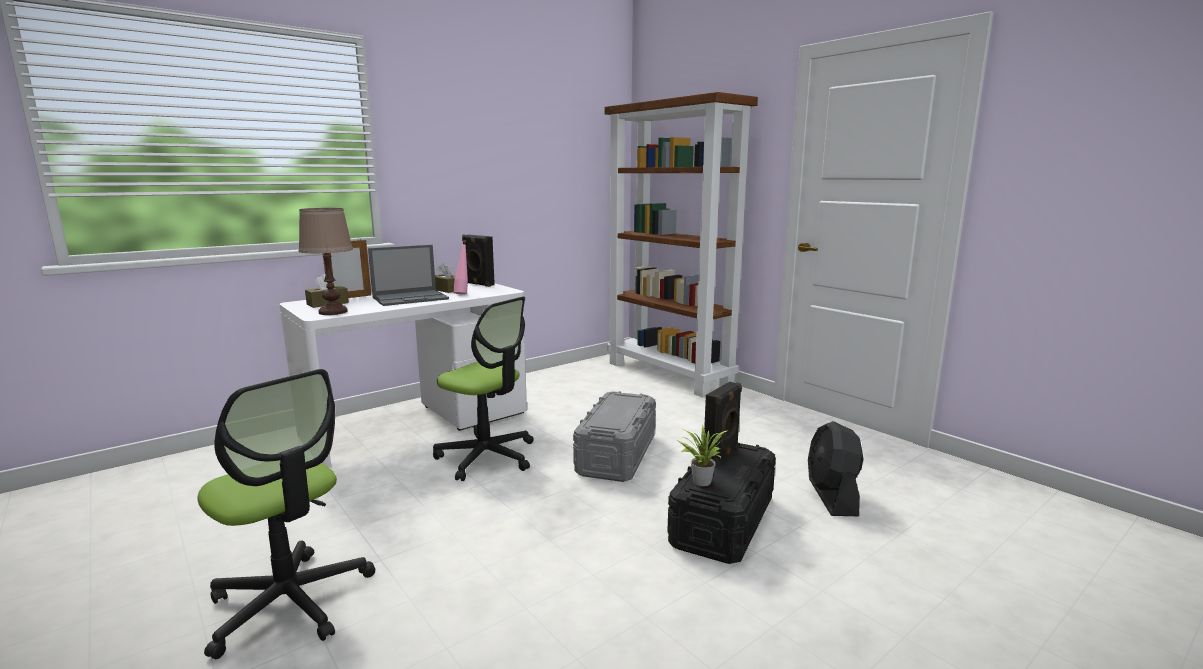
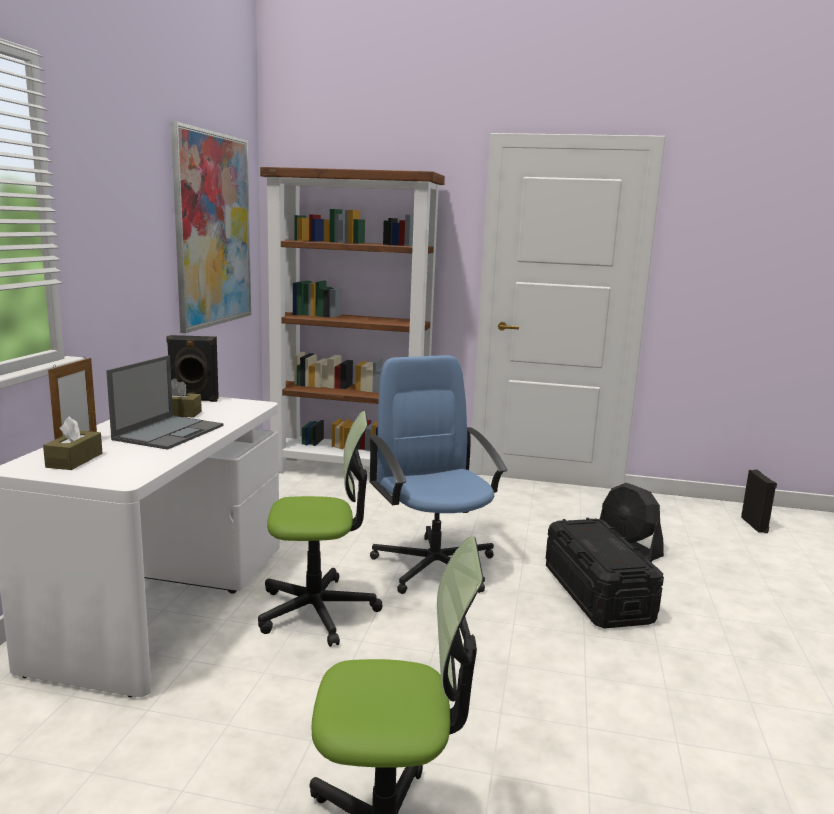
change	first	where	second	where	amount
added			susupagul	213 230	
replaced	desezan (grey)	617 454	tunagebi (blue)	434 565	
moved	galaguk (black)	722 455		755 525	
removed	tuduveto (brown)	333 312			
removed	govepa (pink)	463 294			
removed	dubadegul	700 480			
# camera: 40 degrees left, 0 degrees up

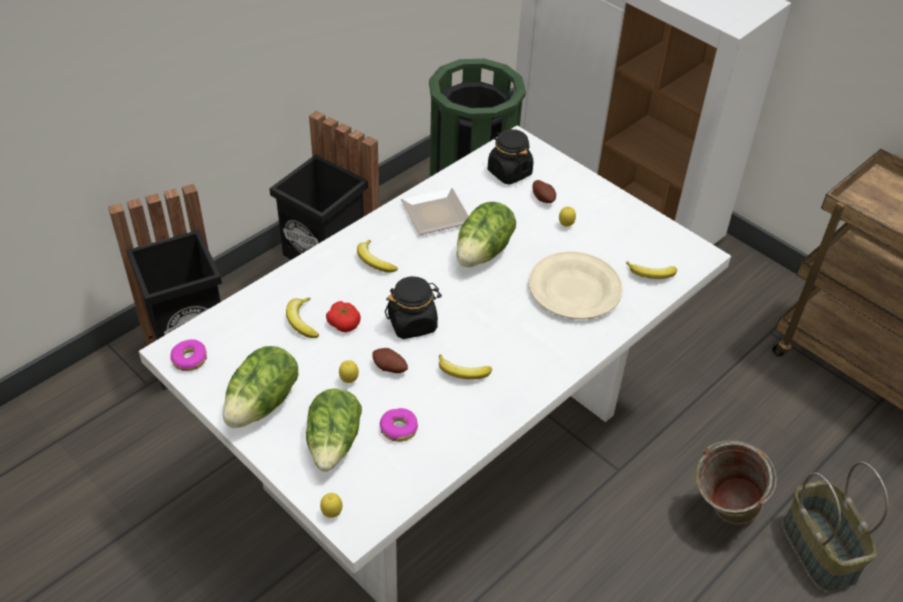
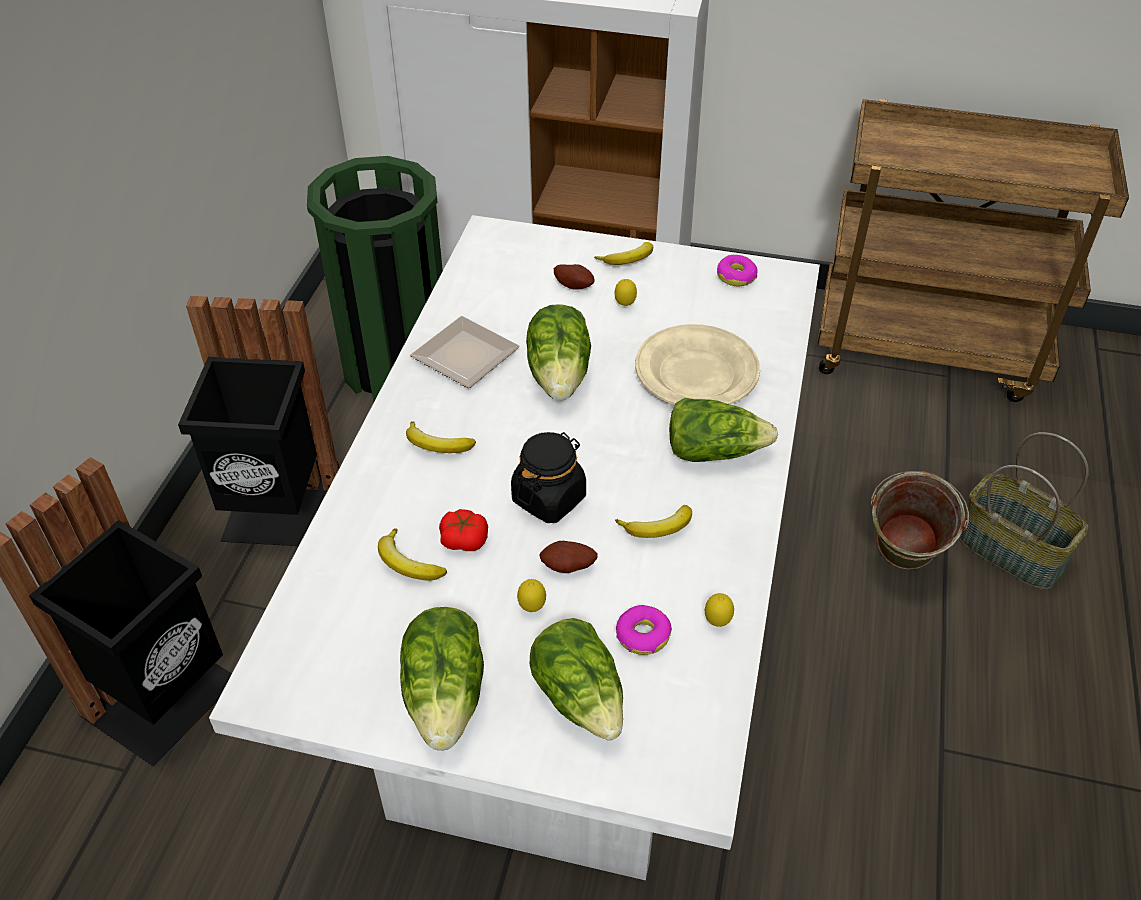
change	first	where	second	where	amount
moved	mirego	651 275		628 260	
added			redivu	713 451	
moved	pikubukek	332 514		717 622	
moved	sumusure	189 359		736 276	
removed	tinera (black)	509 172			
# camera: 30 degrees left, 0 degrees up

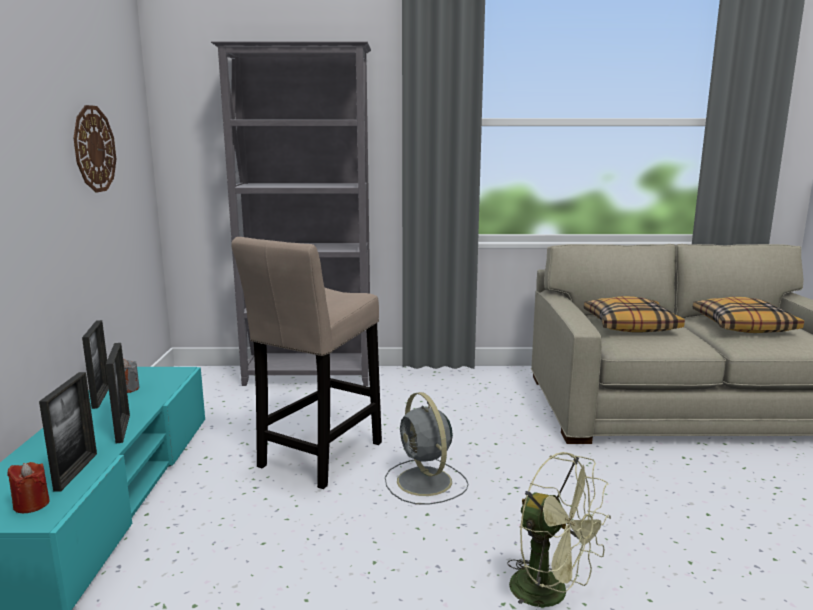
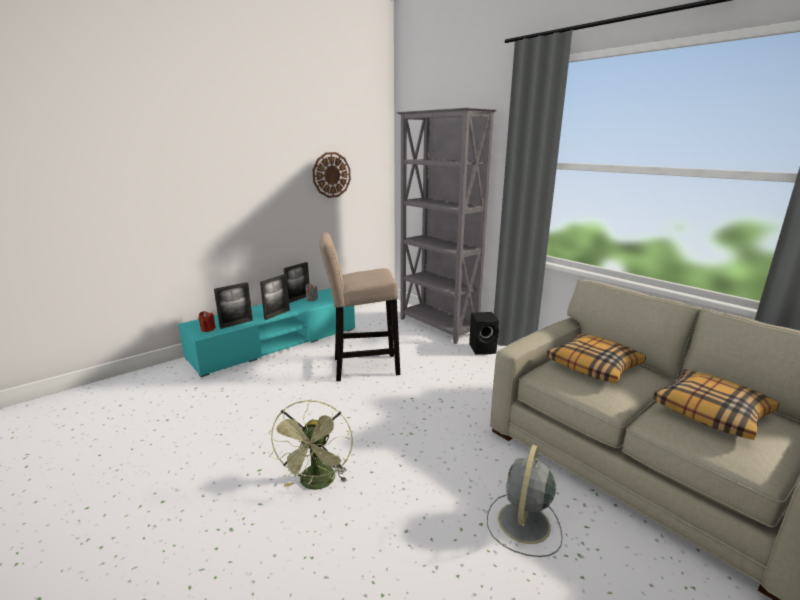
change	first	where	second	where	amount
added			galaguk (black)	483 349	
moved	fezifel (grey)	425 483		523 524	
# camera: 50 degrees right, 5 degrees up

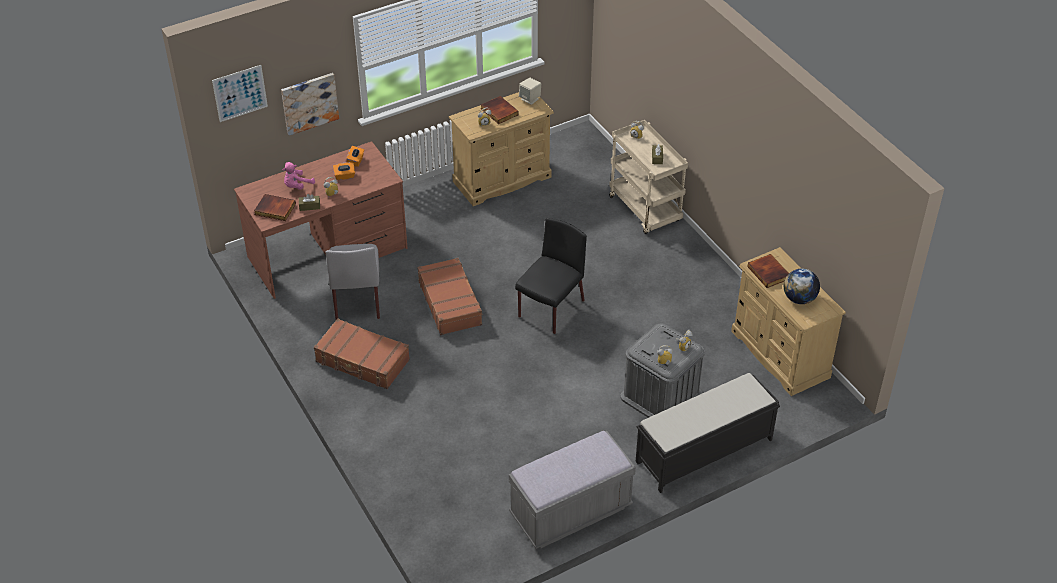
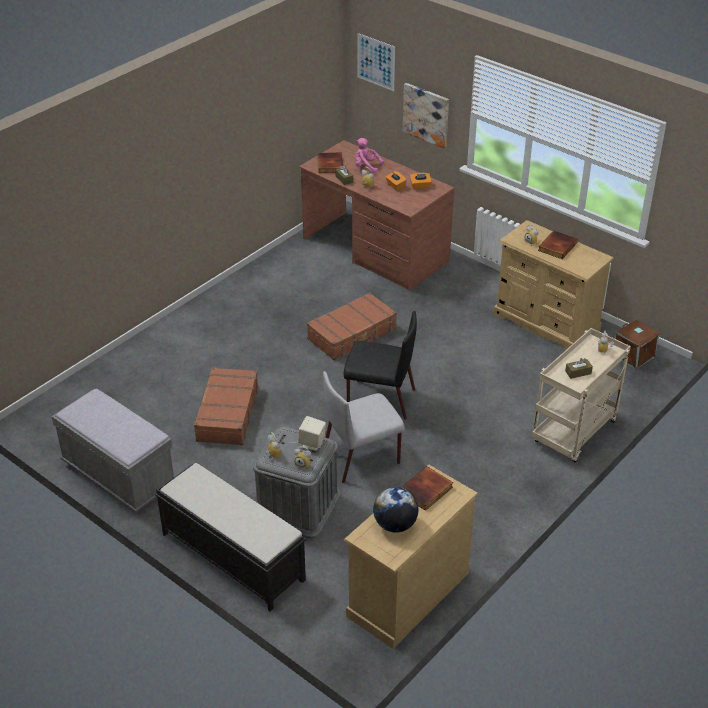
change	first	where	second	where	amount
moved	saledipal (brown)	362 361		227 414	
moved	galaguk (beige)	530 99		312 443	
moved	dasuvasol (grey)	357 299		362 457	
added			desezan (brown)	634 355	
# camera: 70 degrees right, 5 degrees down

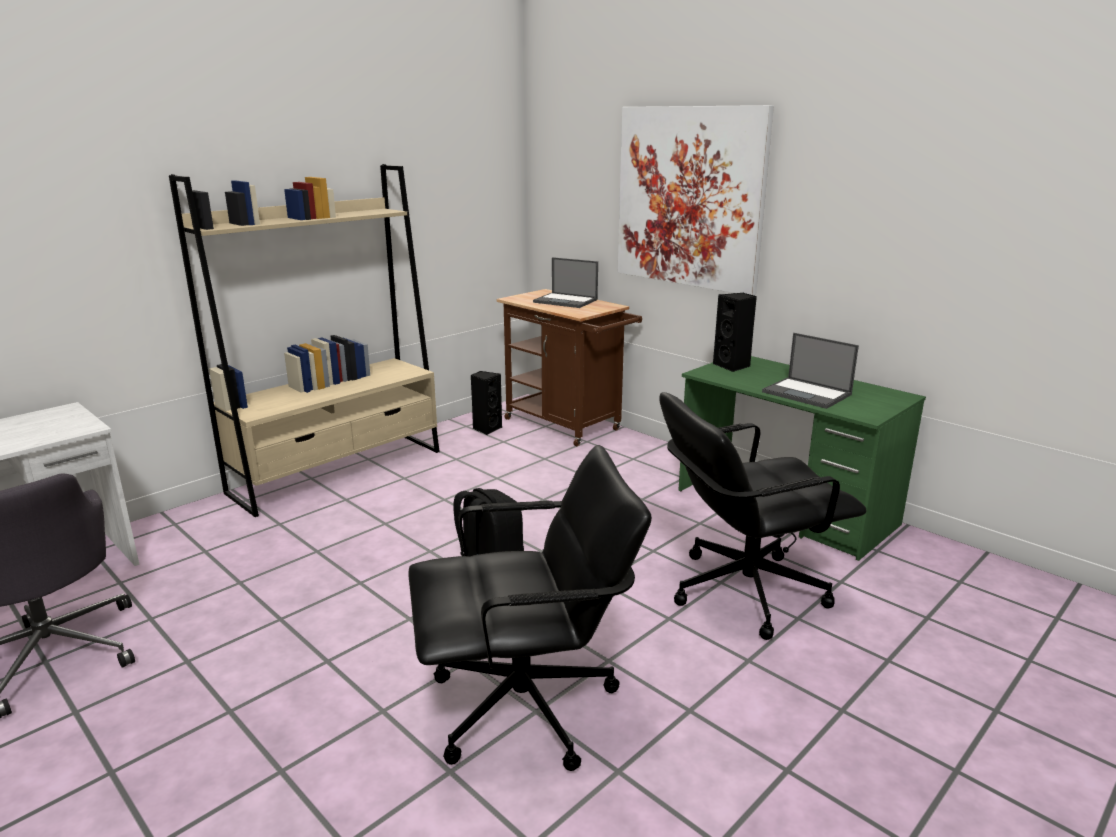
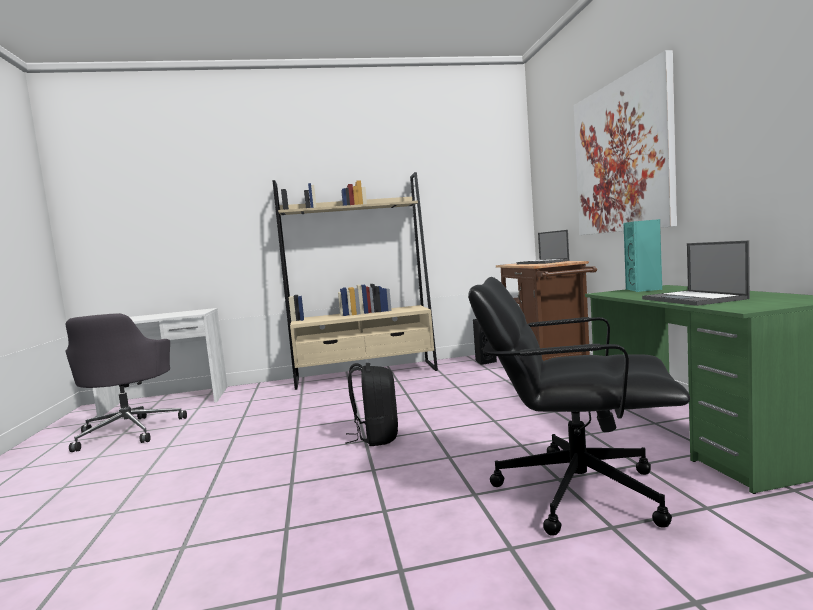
change	first	where	second	where	amount
recoloured	galaguk (black)	733 366	galaguk (turquoise)	644 289	
removed	tunagebi (black)	526 708			
# camera: 35 degrees right, 15 degrees down

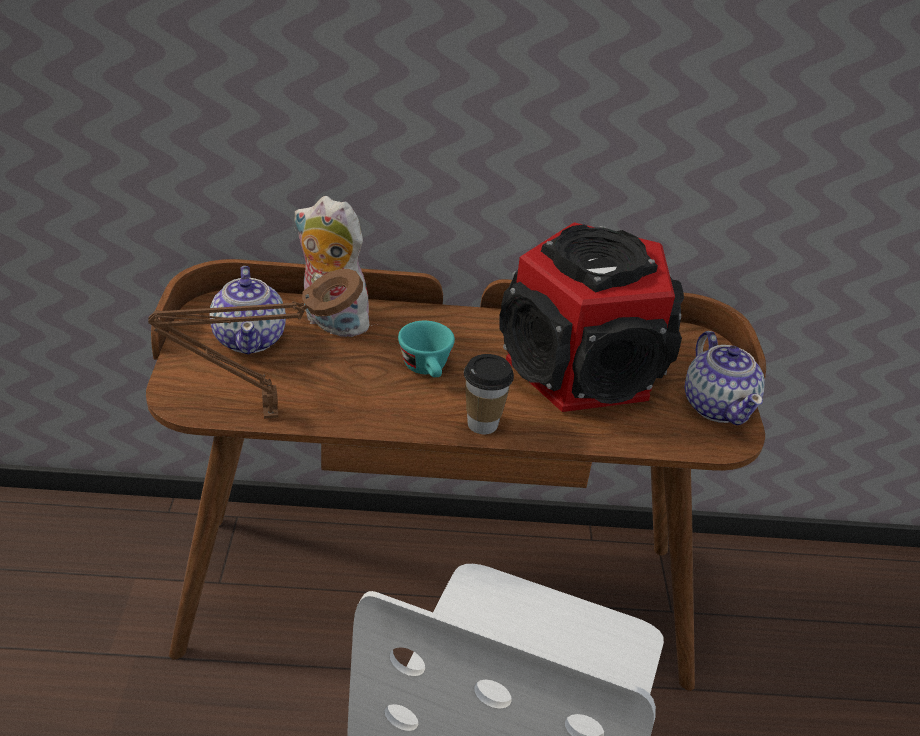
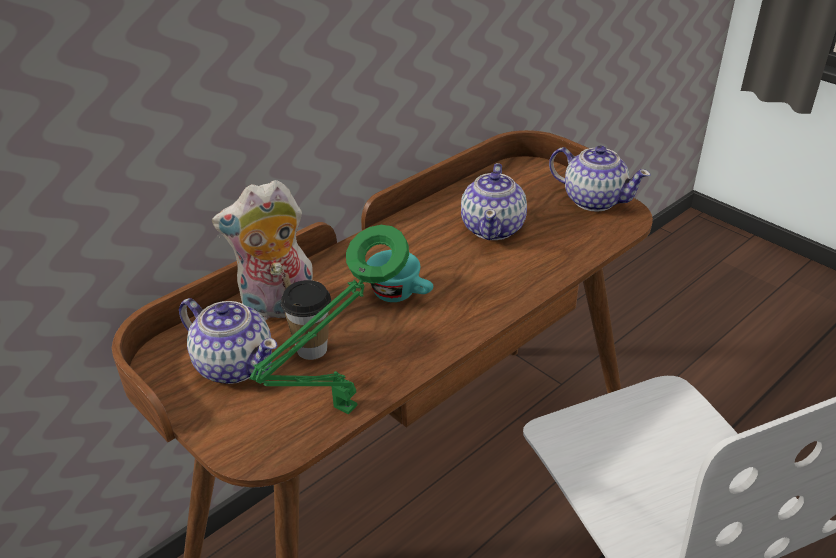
change	first	where	second	where	amount
recoloured	tuduveto (brown)	263 415	tuduveto (green)	341 412	
moved	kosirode	482 424		312 349	
replaced	galaguk	583 370	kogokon	493 228	
# camera: 40 degrees left, 0 degrees up

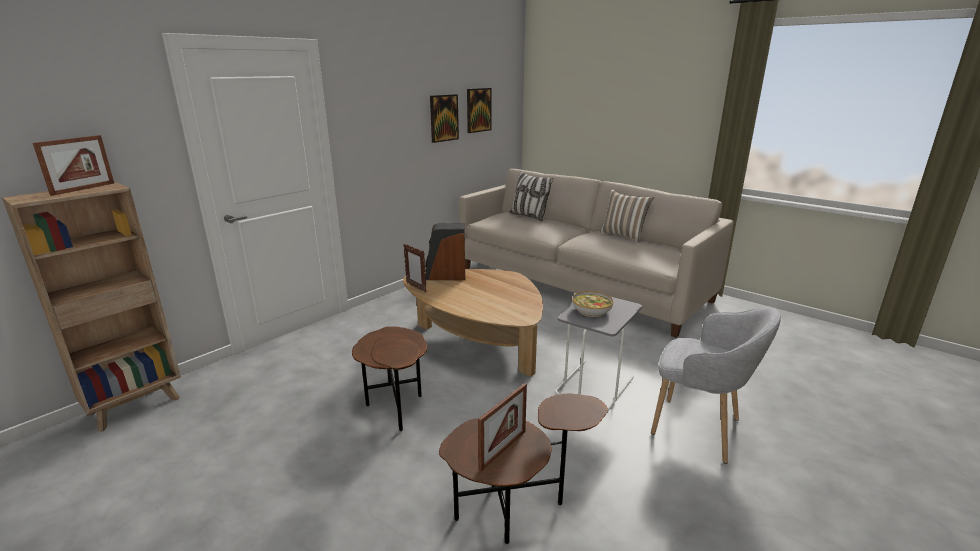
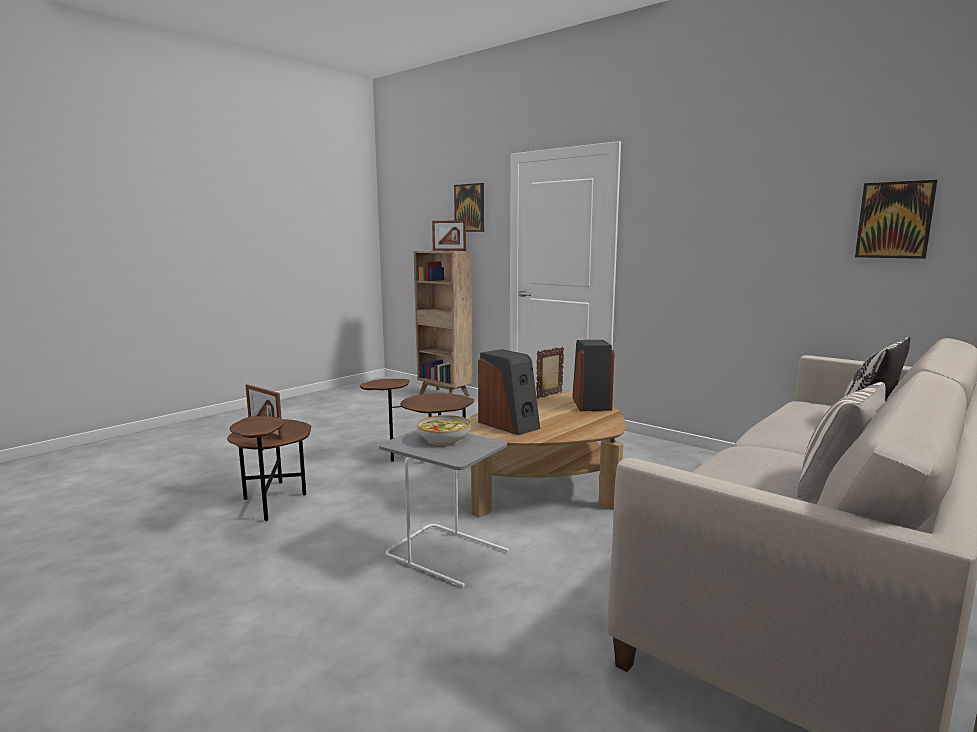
change	first	where	second	where	amount
moved	susupagul	443 118		469 208	
added			galaguk	509 425	
removed	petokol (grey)	699 429			
# camera: 90 degrees right, 10 degrees down

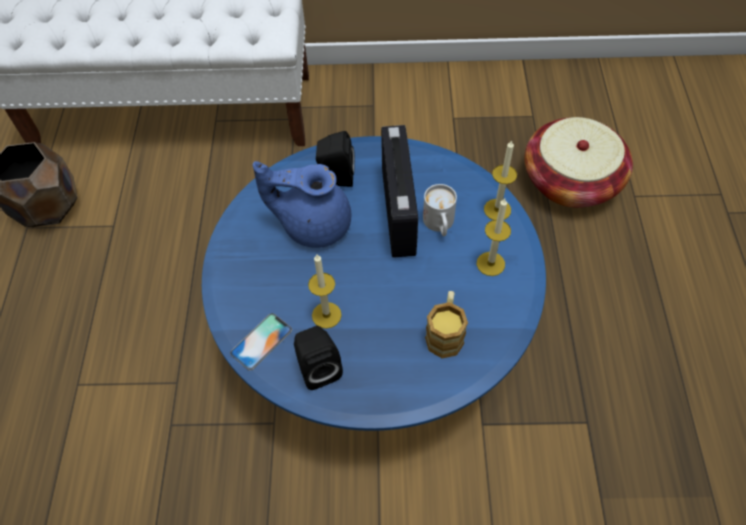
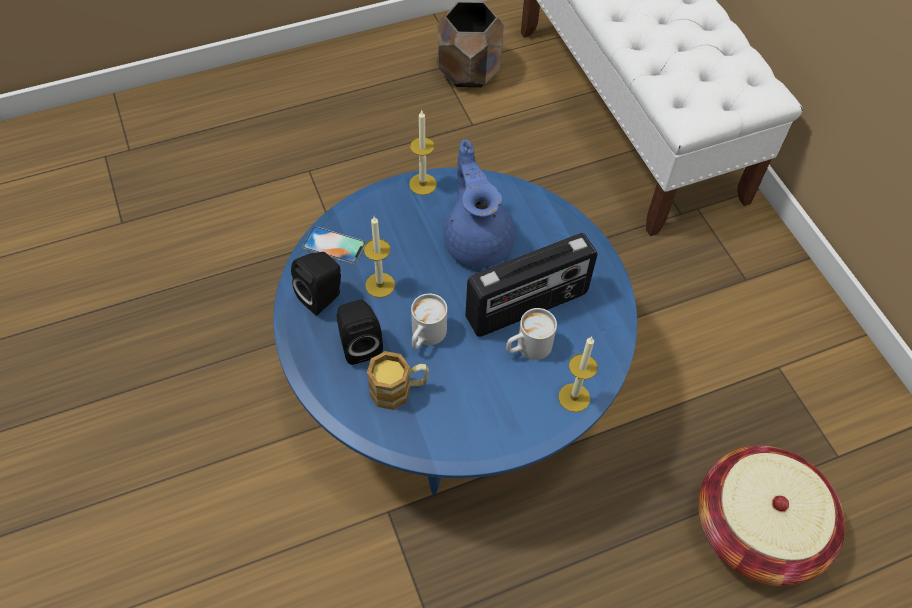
change	first	where	second	where	amount
moved	galaguk (black)	335 178		359 344	
moved	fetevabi	490 263		422 184	
added			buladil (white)	425 337	
# camera: 65 degrees right, 0 degrees up

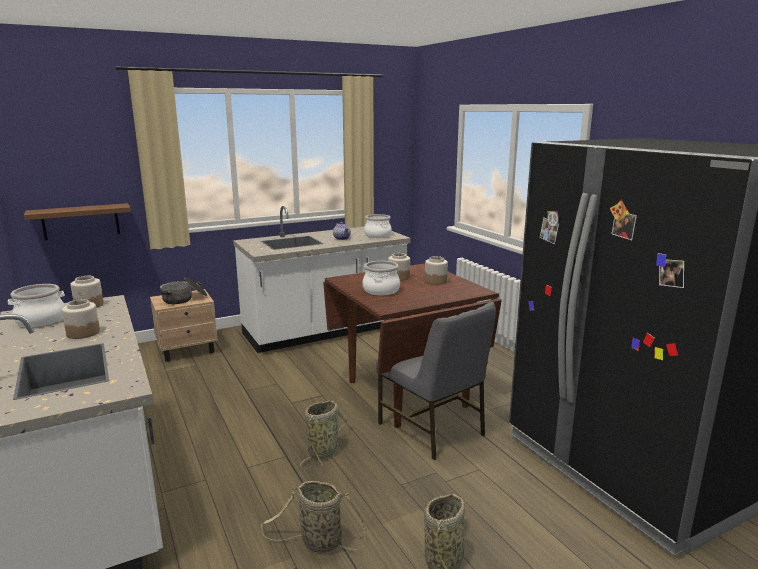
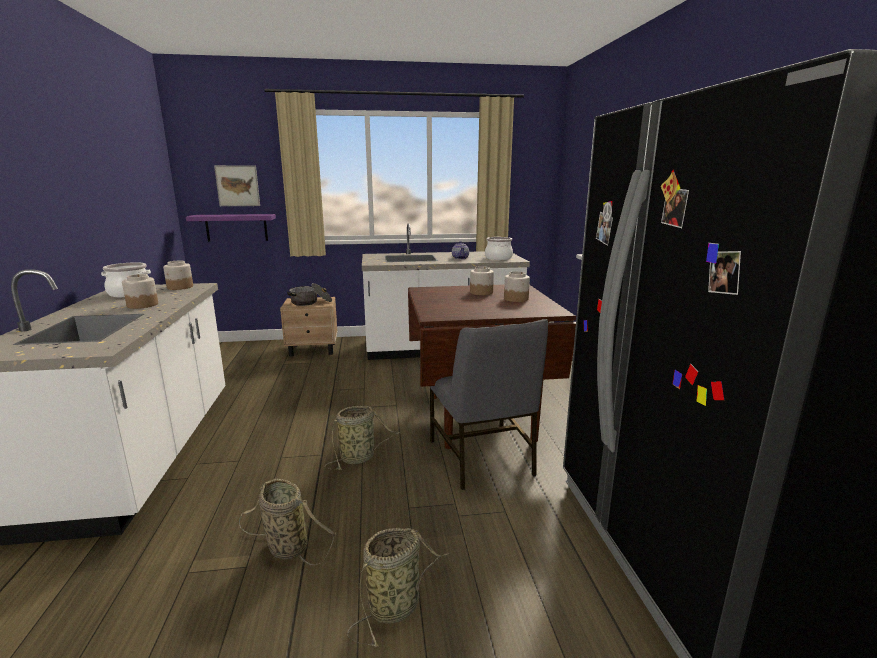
change	first	where	second	where	amount
recoloured	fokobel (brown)	81 221	fokobel (purple)	236 227	
added			susupagul	237 186	
removed	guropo	380 290			
# camera: 20 degrees right, 0 degrees up

